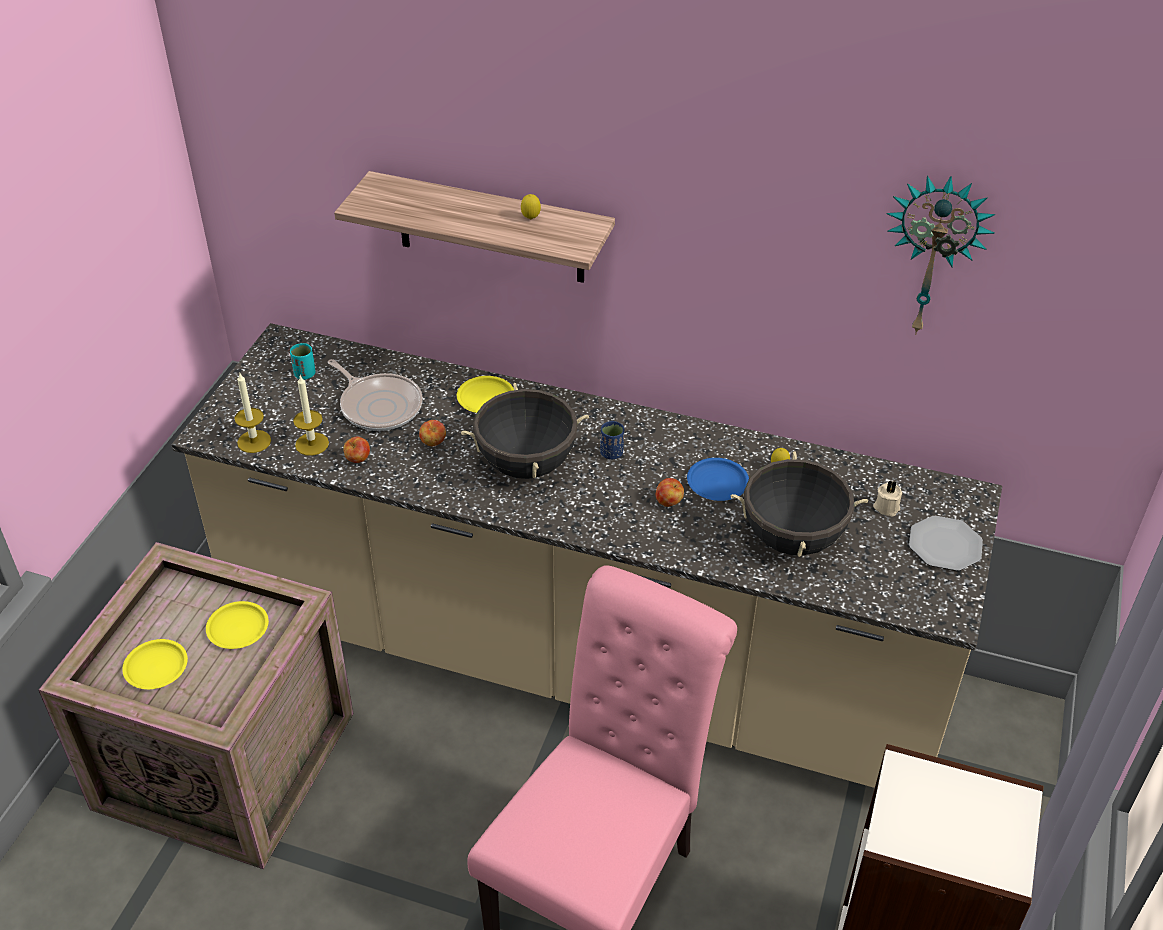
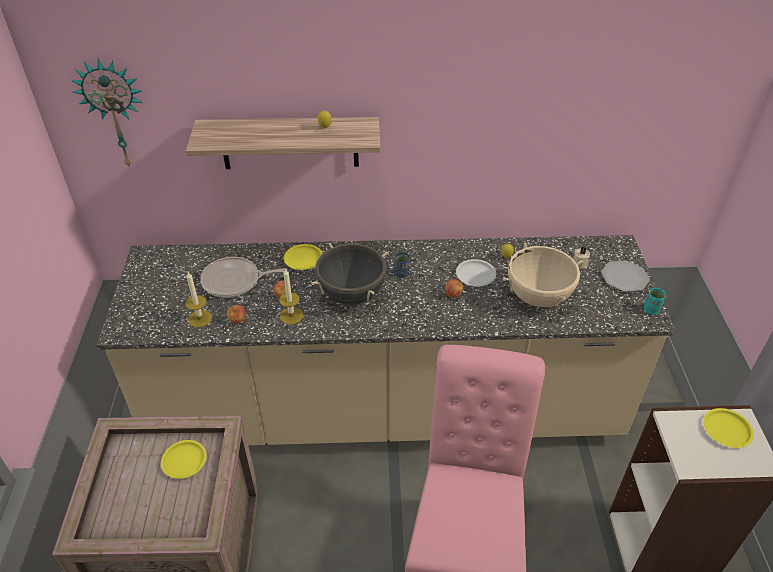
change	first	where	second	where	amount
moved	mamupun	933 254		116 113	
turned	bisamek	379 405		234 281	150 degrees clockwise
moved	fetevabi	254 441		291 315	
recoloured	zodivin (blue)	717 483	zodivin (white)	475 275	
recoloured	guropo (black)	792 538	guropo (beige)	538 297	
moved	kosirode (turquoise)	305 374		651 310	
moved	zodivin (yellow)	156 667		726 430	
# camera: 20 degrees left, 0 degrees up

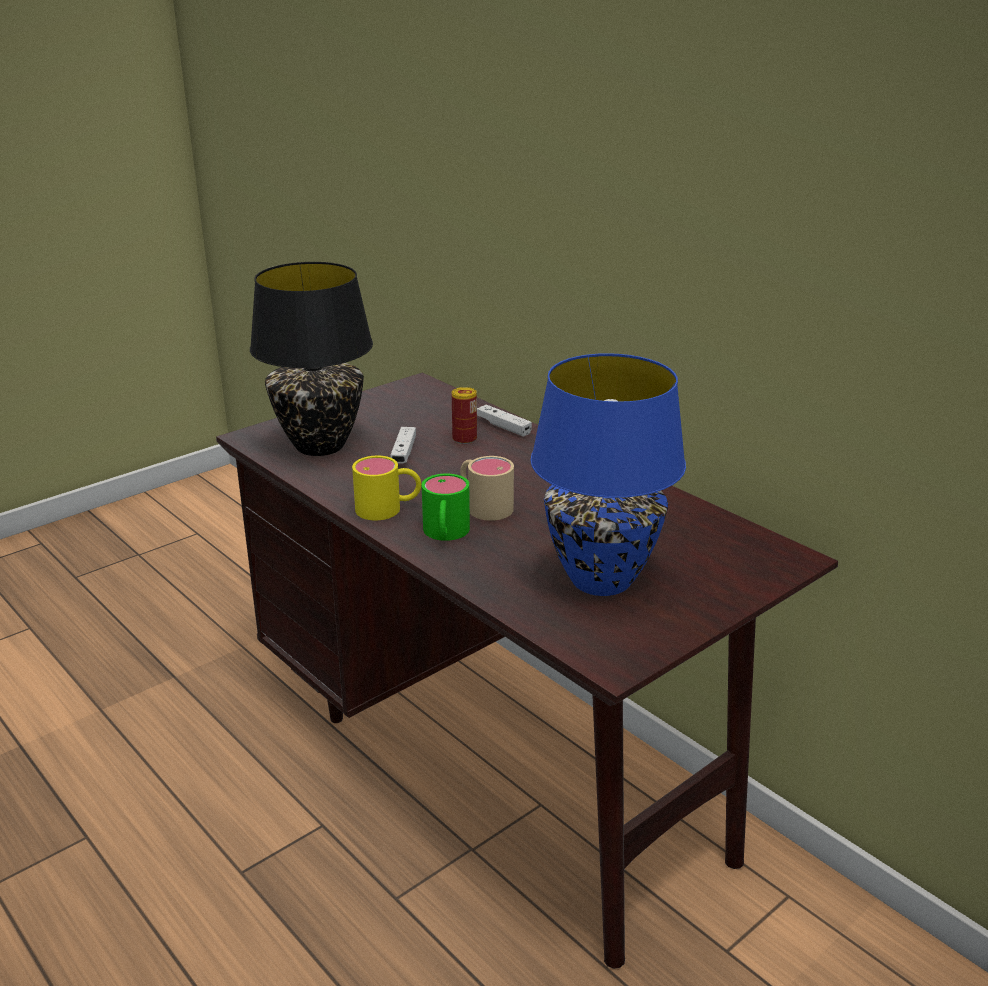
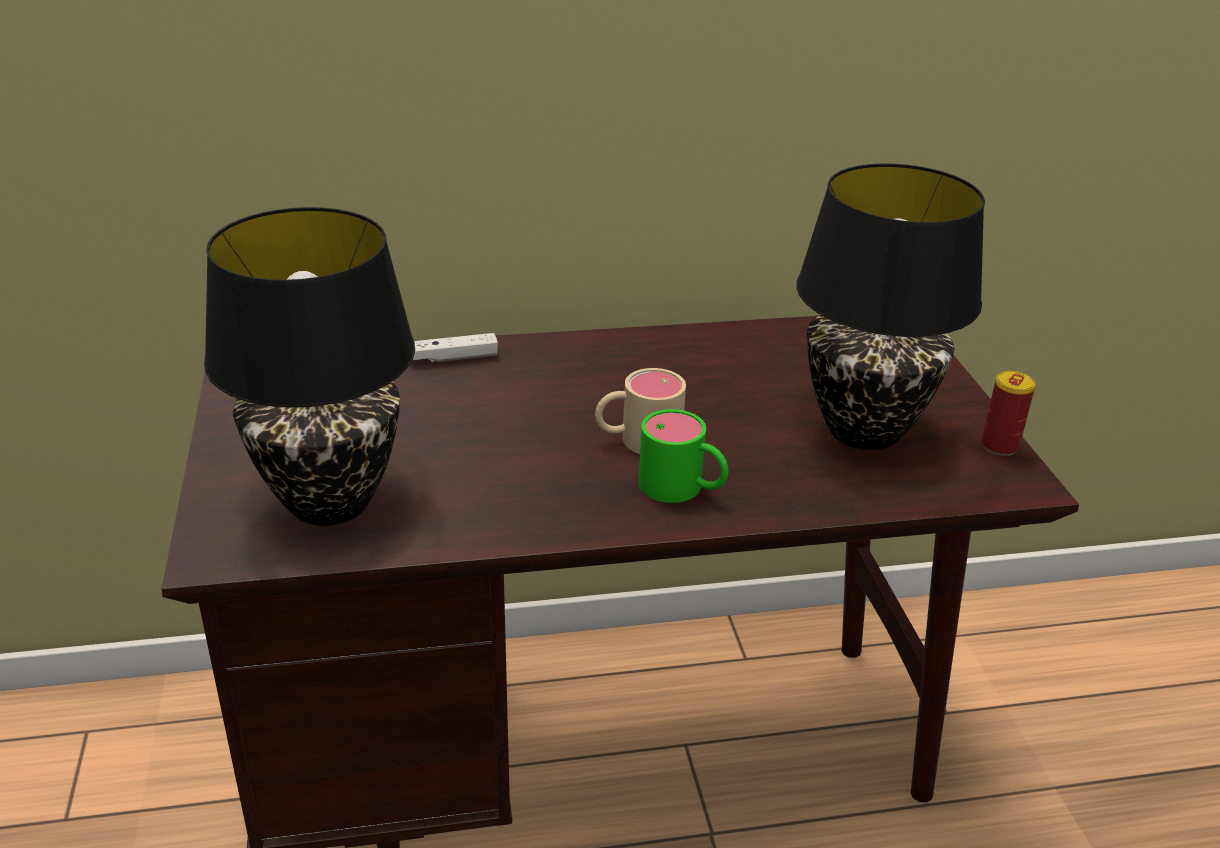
change	first	where	second	where	amount
recoloured	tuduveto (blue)	599 580	tuduveto (black)	862 432	
moved	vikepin	464 439		999 446	
removed	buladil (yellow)	388 508			
removed	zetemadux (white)	403 453			
# camera: 60 degrees left, 5 degrees up

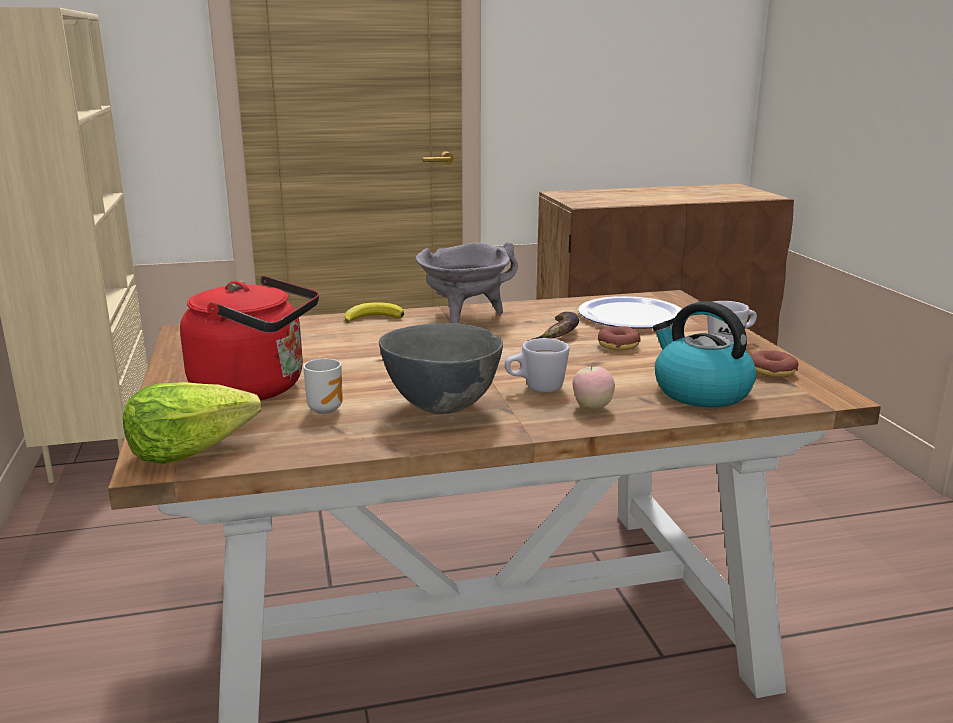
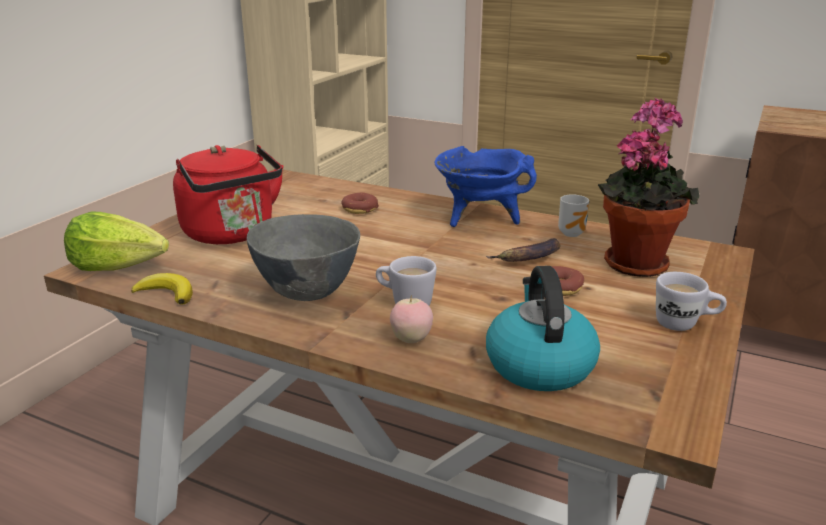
change	first	where	second	where	amount
moved	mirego	373 317		167 293	
moved	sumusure	772 371		359 209	
recoloured	guropo (grey)	464 317	guropo (blue)	480 219	
moved	buladil	326 409		573 233	
replaced	zodivin	631 316	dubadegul	635 261	
# camera: 40 degrees right, 5 degrees up

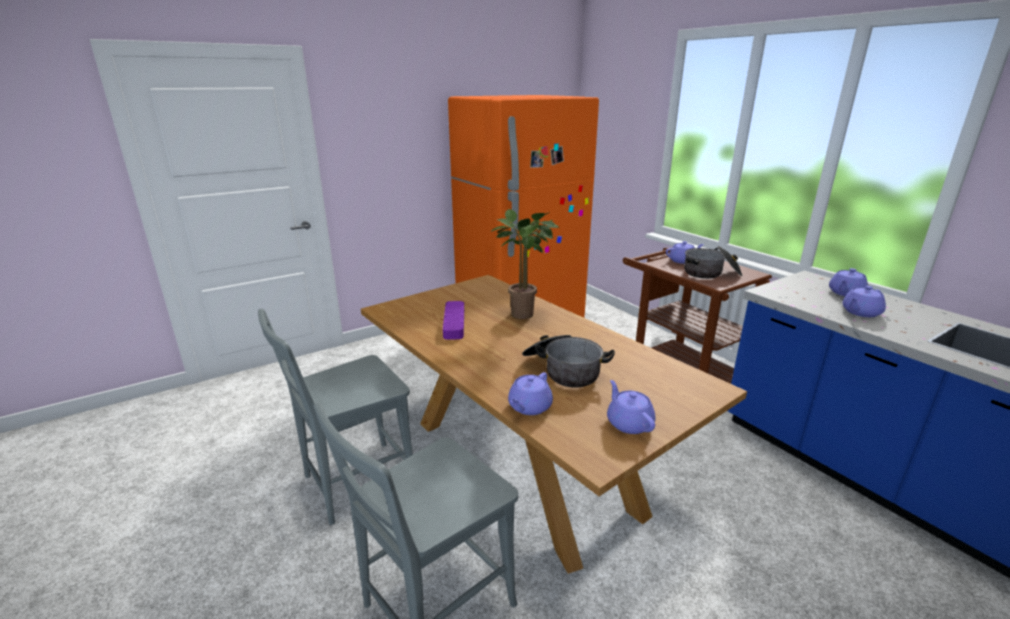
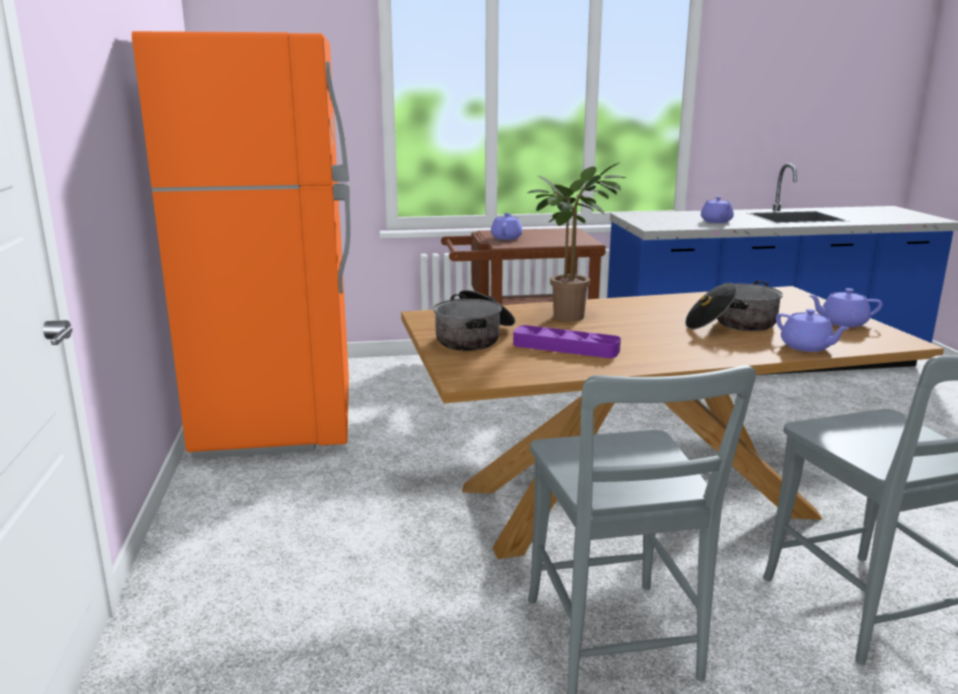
change	first	where	second	where	amount
moved	guropo	711 273		475 337	
removed	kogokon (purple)	845 293			
# camera: 65 degrees left, 5 degrees down

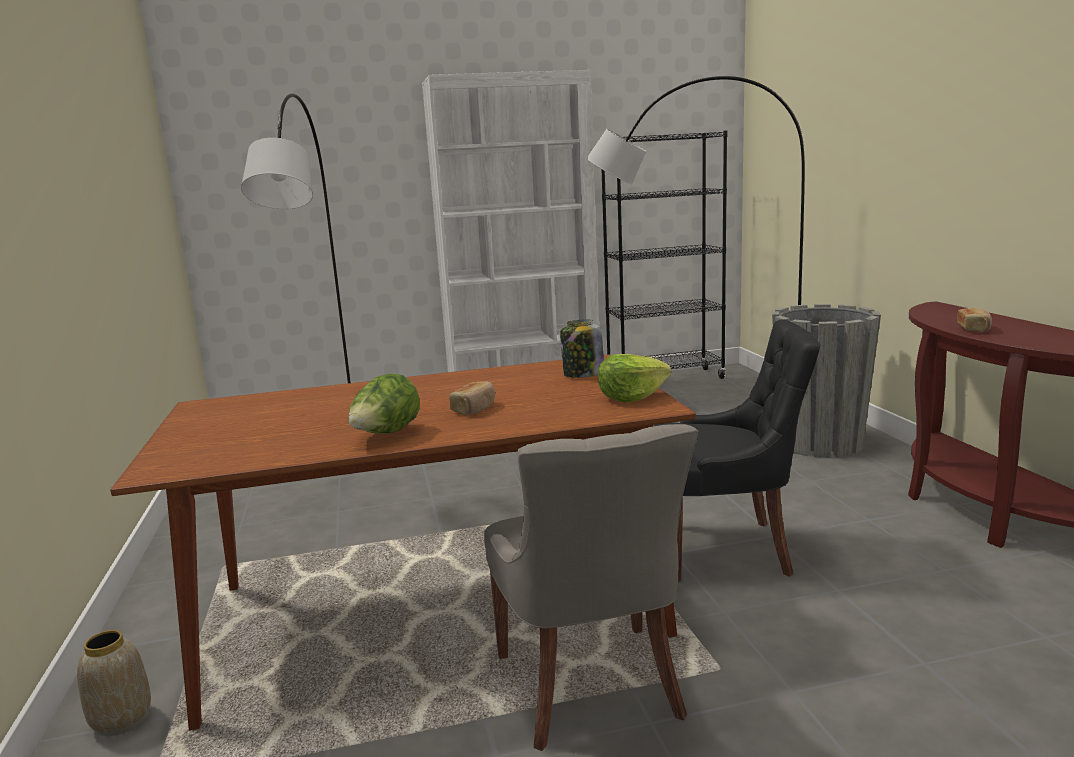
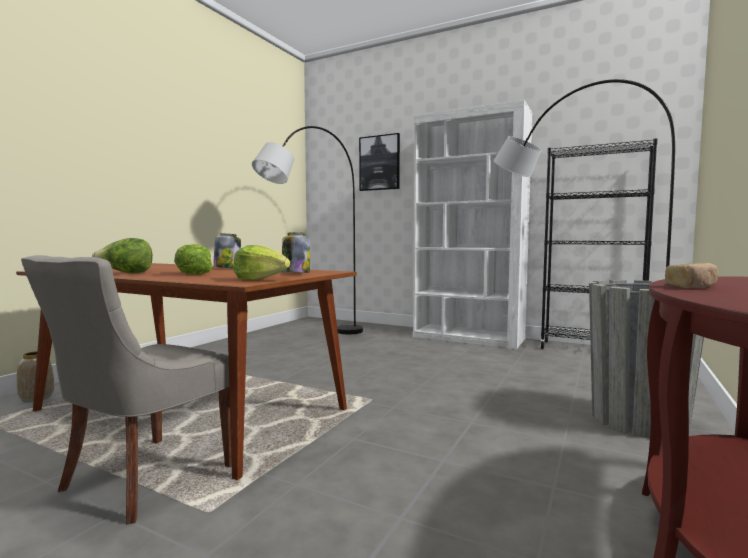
change	first	where	second	where	amount
replaced	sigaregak	474 408	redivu	193 273	
added			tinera	227 268	
added			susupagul	379 163	
removed	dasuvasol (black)	726 549			
# camera: 40 degrees right, 10 degrees down

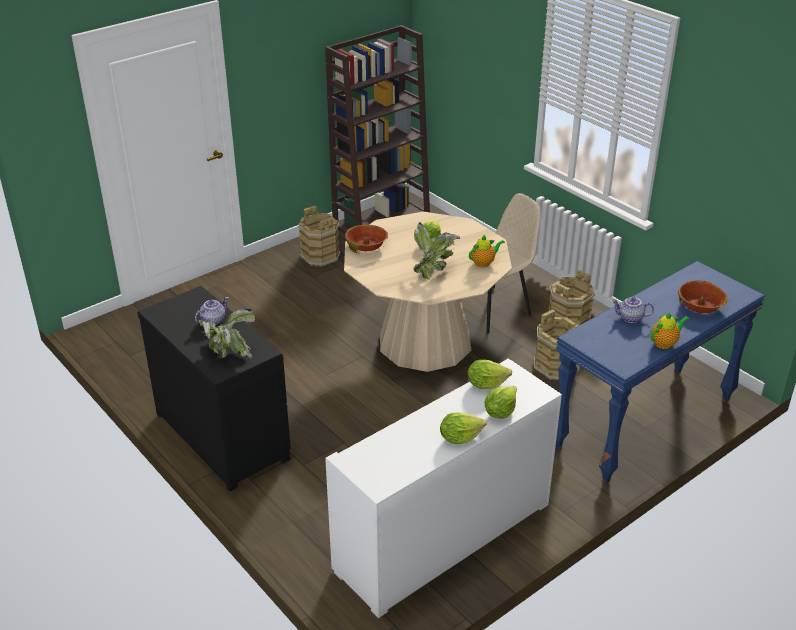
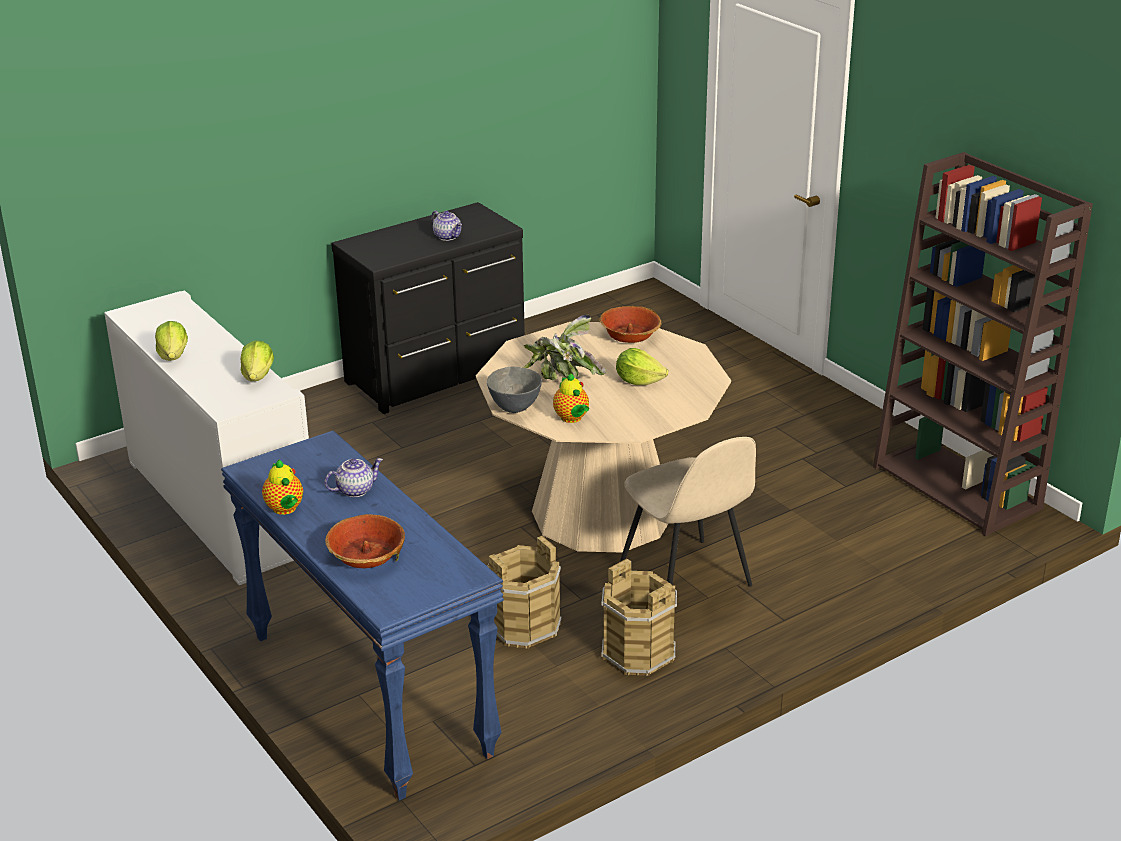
change	first	where	second	where	amount
turned	kogokon	630 318		355 490	45 degrees clockwise
added			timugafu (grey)	514 408	
removed	dubadegul	227 353			
removed	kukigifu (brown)	320 256			
removed	redivu	500 412			
# camera: 95 degrees right, 5 degrees down

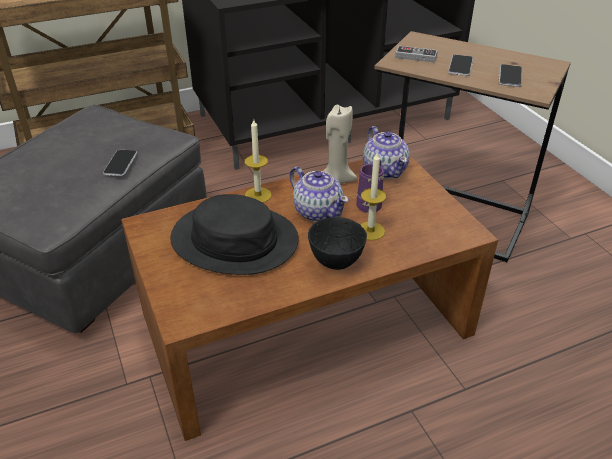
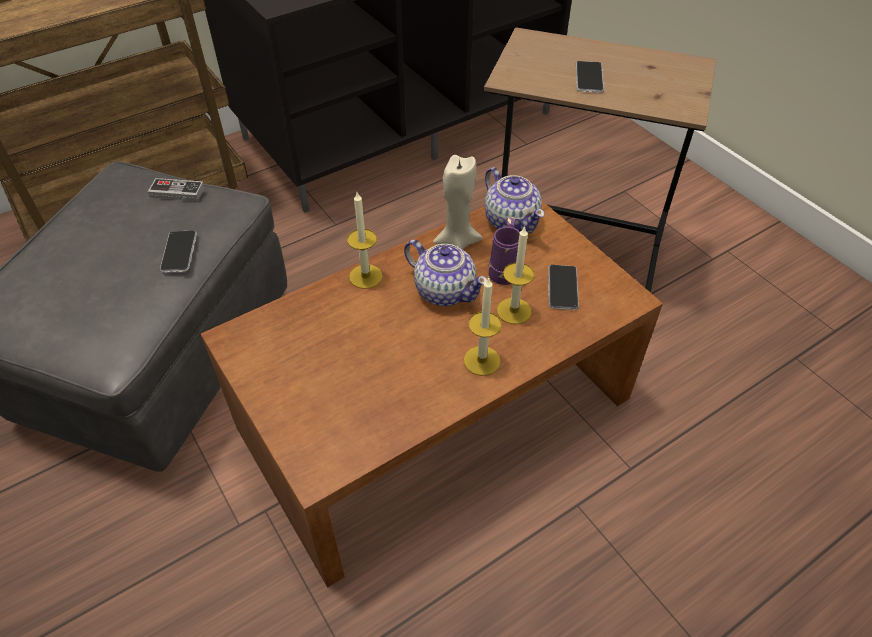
change	first	where	second	where	amount
moved	zetemadux	416 56		177 192	
replaced	timugafu (black)	335 262	fetevabi	482 360	
moved	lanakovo	510 76		562 288	
removed	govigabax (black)	235 240			
# camera: 10 degrees left, 10 degrees up

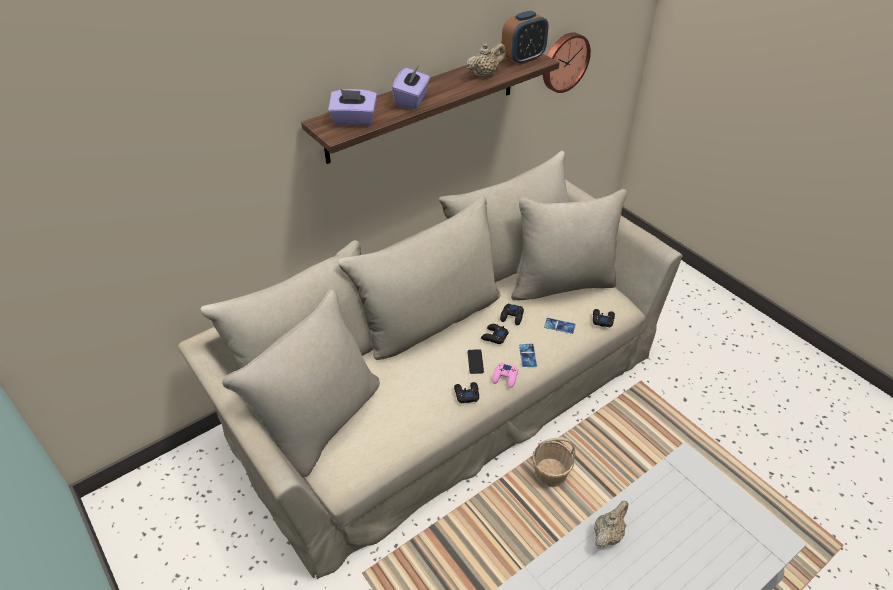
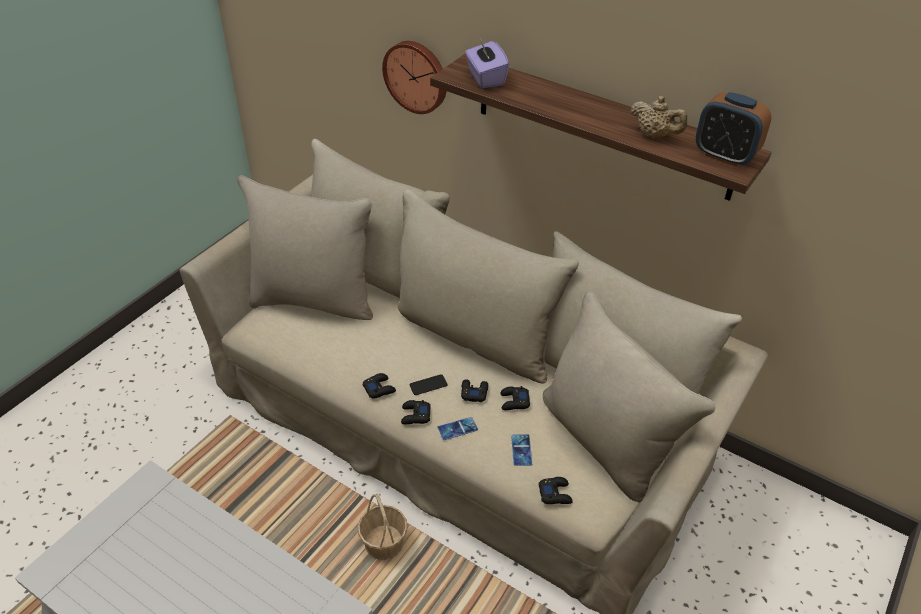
change	first	where	second	where	amount
moved	mamupun	564 61		416 76	
recoloured	zetemadux (pink)	505 377	zetemadux (black)	415 415	
removed	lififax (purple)	412 100			
removed	kogokon (beige)	608 534			
# camera: 70 degrees right, 0 degrees up

